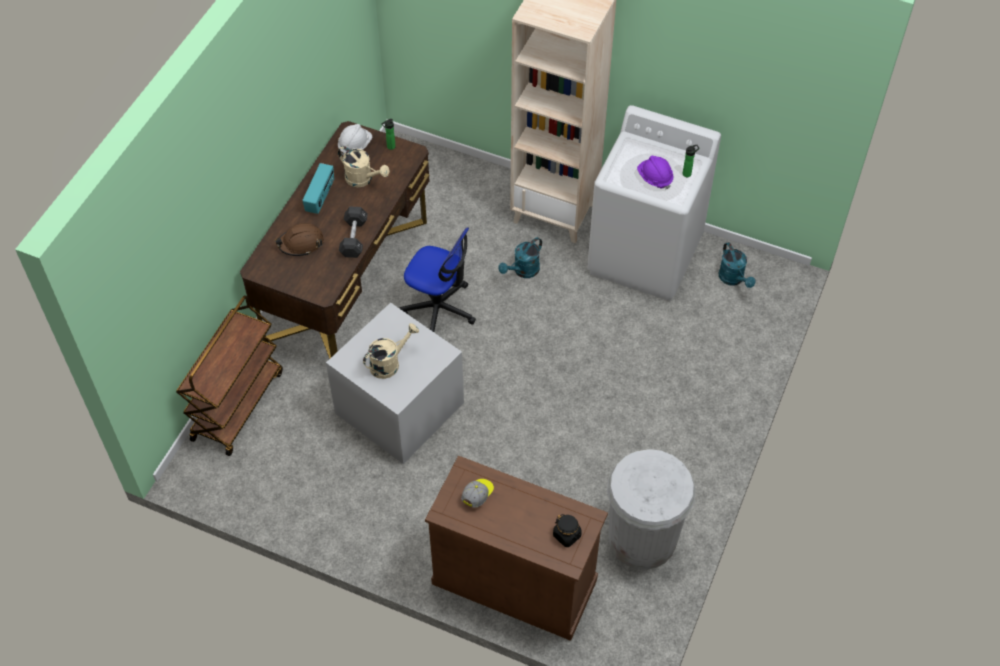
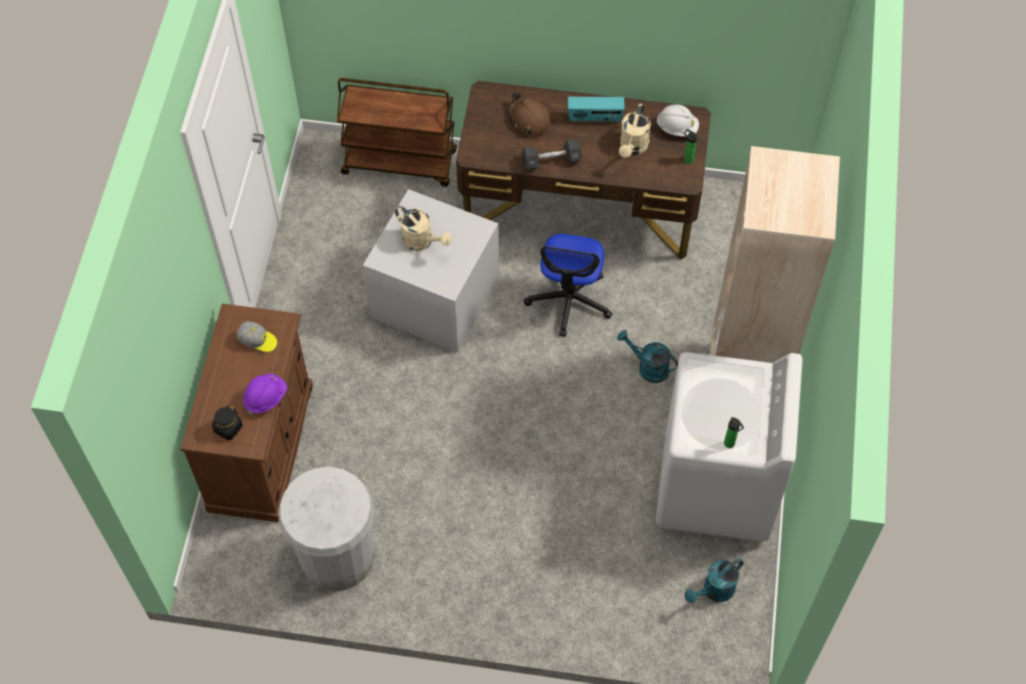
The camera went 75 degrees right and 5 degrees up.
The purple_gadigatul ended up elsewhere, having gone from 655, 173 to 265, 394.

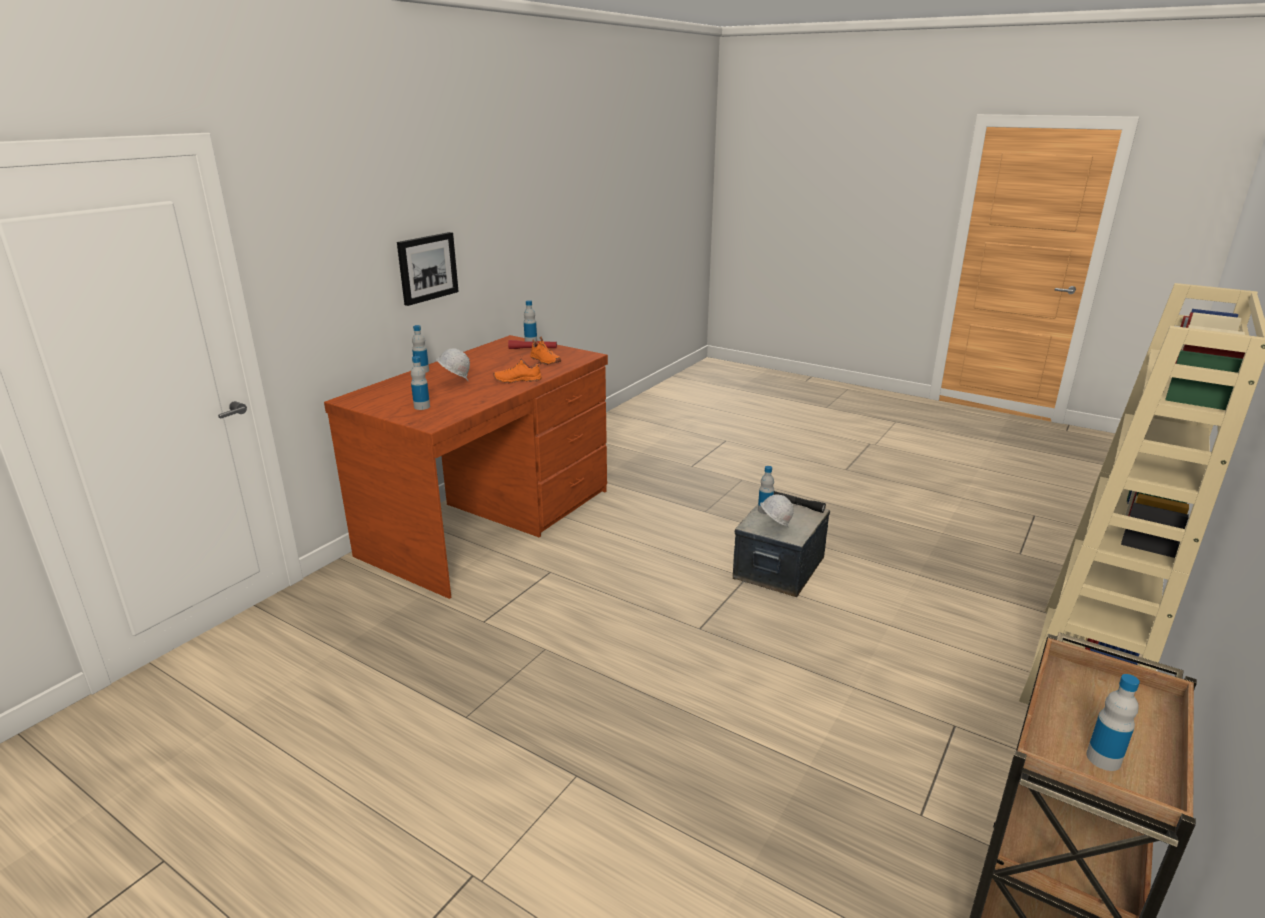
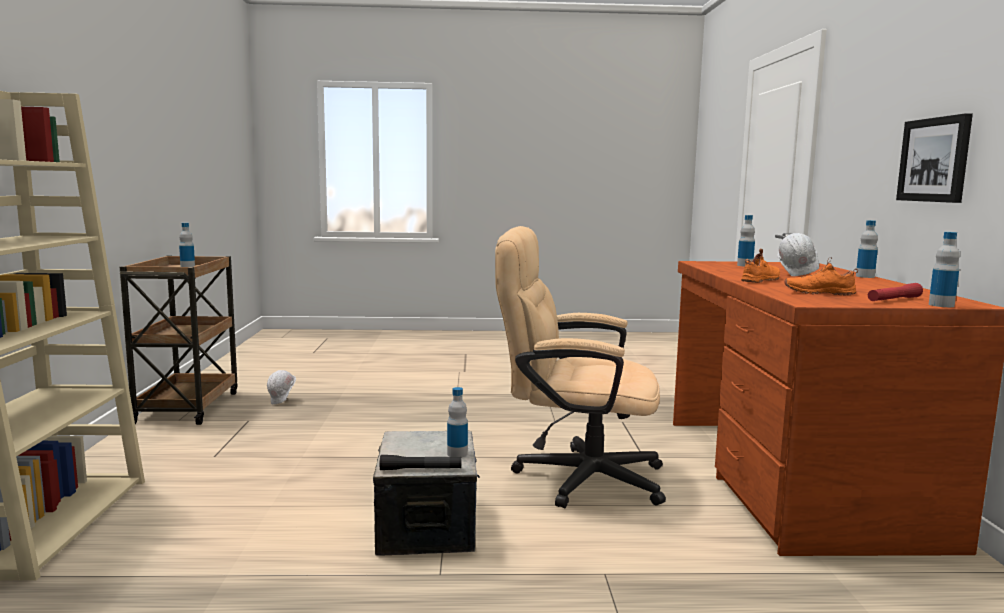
The camera went 145 degrees right and 15 degrees down.
The second view gained the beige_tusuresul at 580, 367.
The white_gadigatul ended up elsewhere, having gone from 777, 510 to 281, 387.

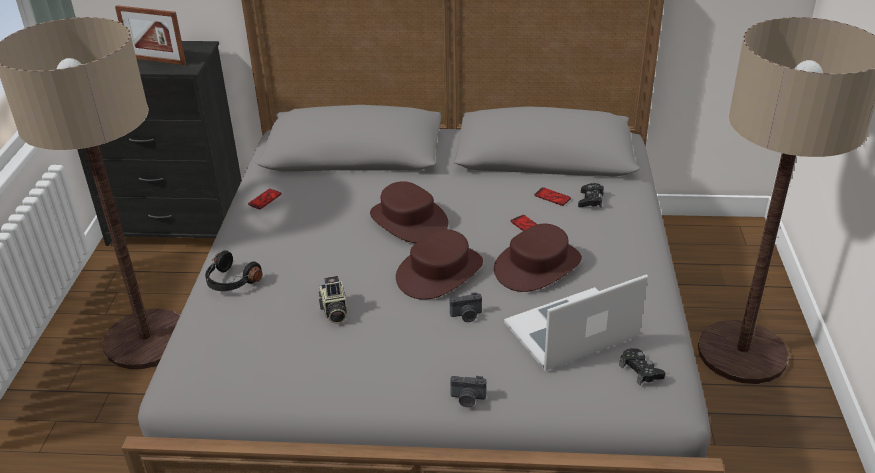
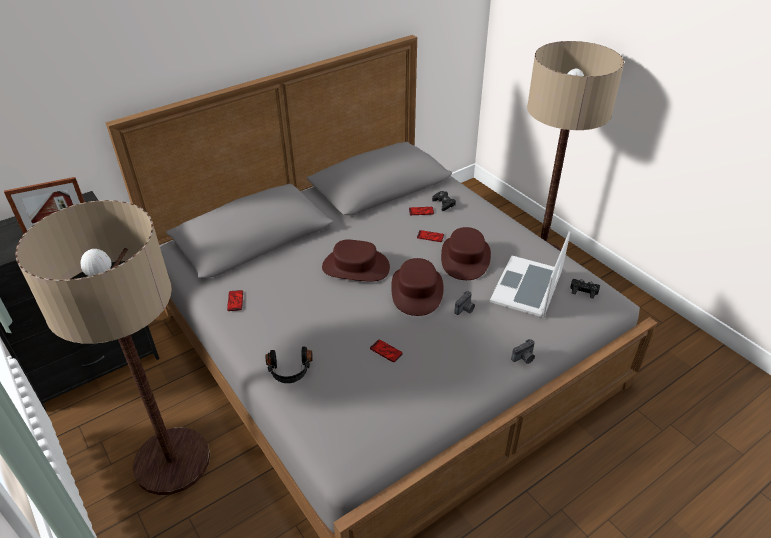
The camera went 40 degrees left and 5 degrees up.
Where the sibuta stood at 333, 300, the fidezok came to stand at 386, 350.

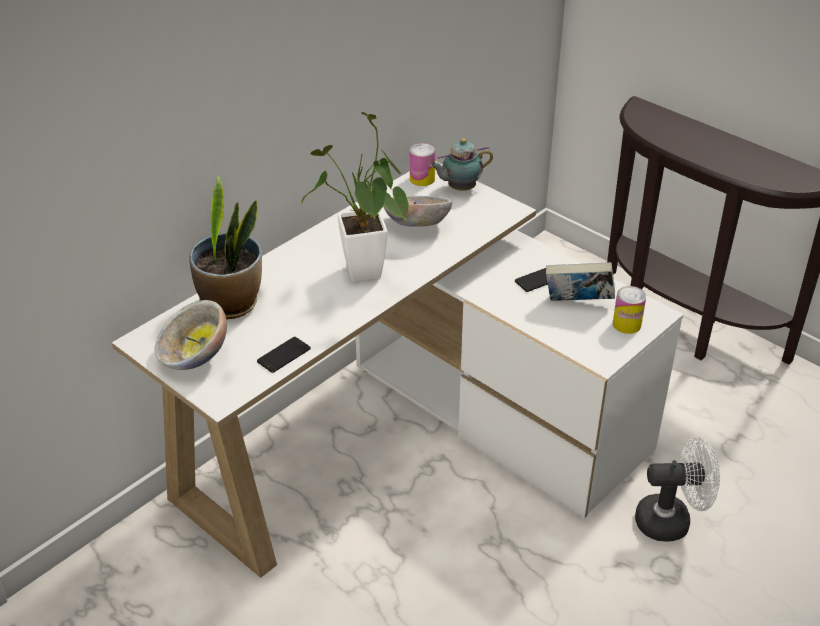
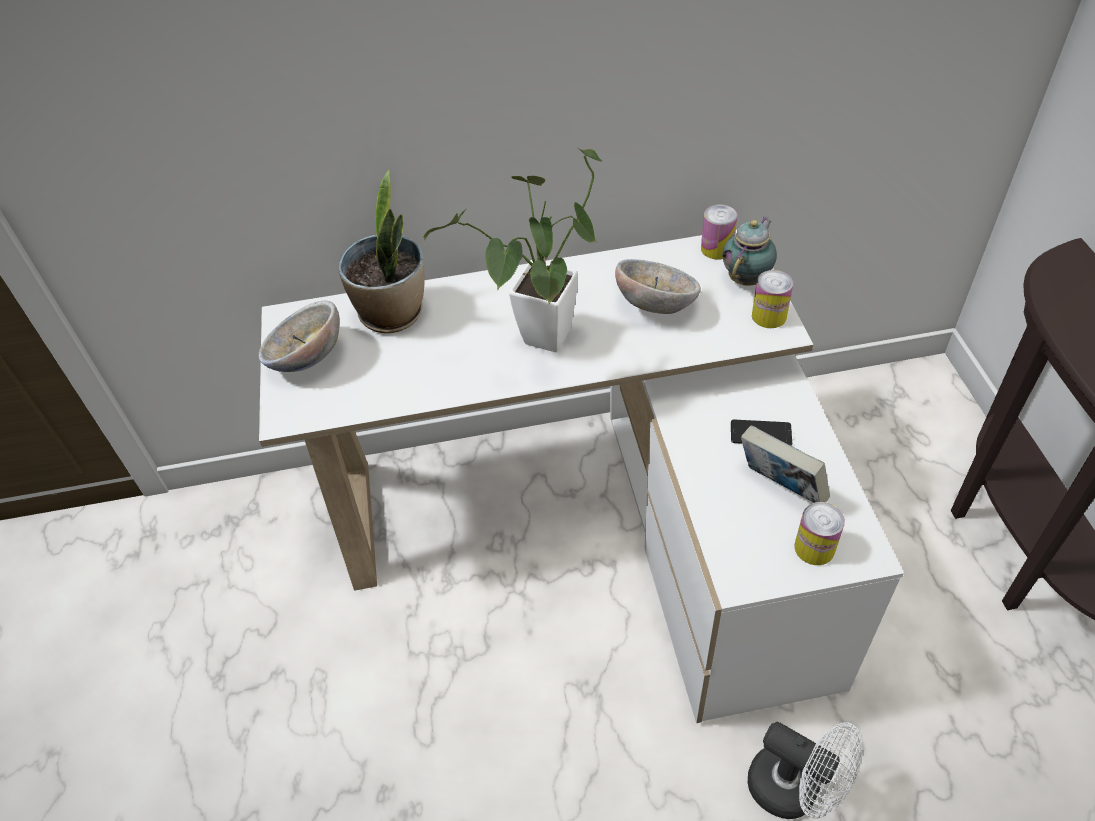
The camera went 40 degrees right and 10 degrees up.
The second view lost the fidezok at 284, 355.
The second view gained the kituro at 772, 299.
The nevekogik at 461, 164 ended up facing another way, 105 degrees clockwise from before.

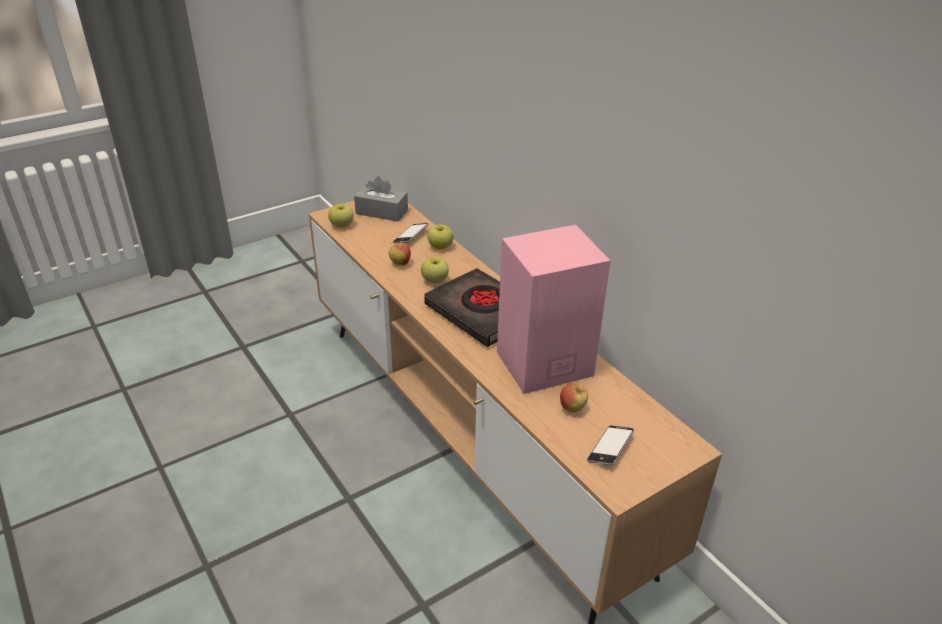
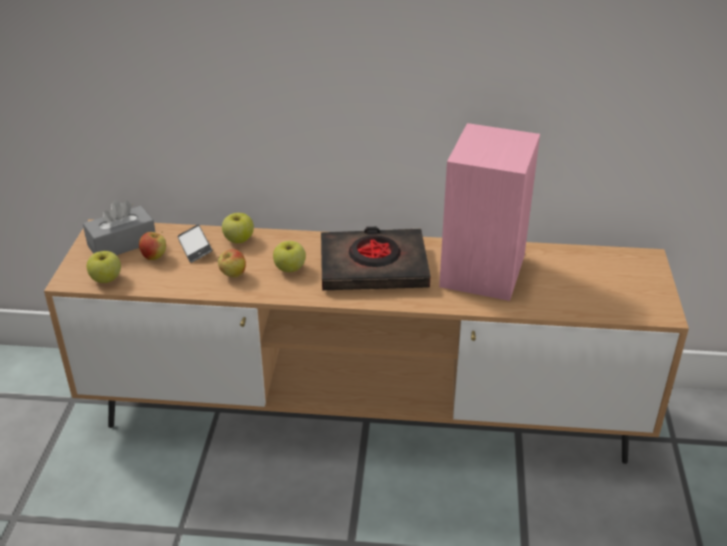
The camera went 50 degrees left and 0 degrees up.
The second view lost the fidezok at 610, 445.
The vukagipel ended up elsewhere, having gone from 574, 397 to 152, 246.

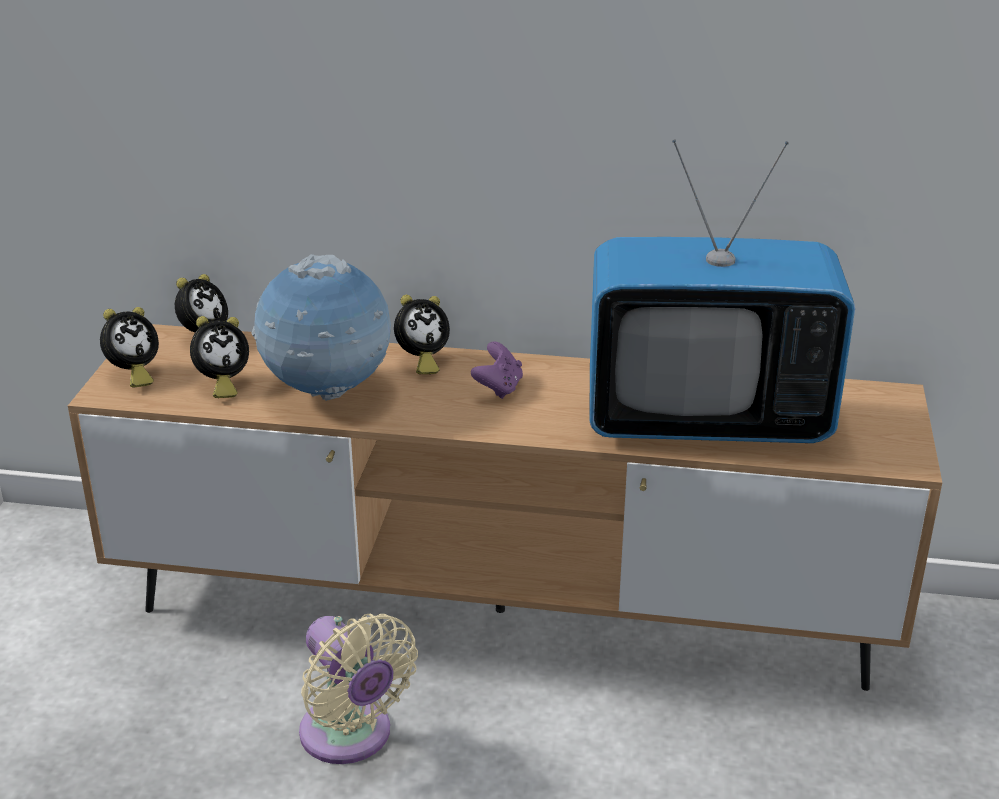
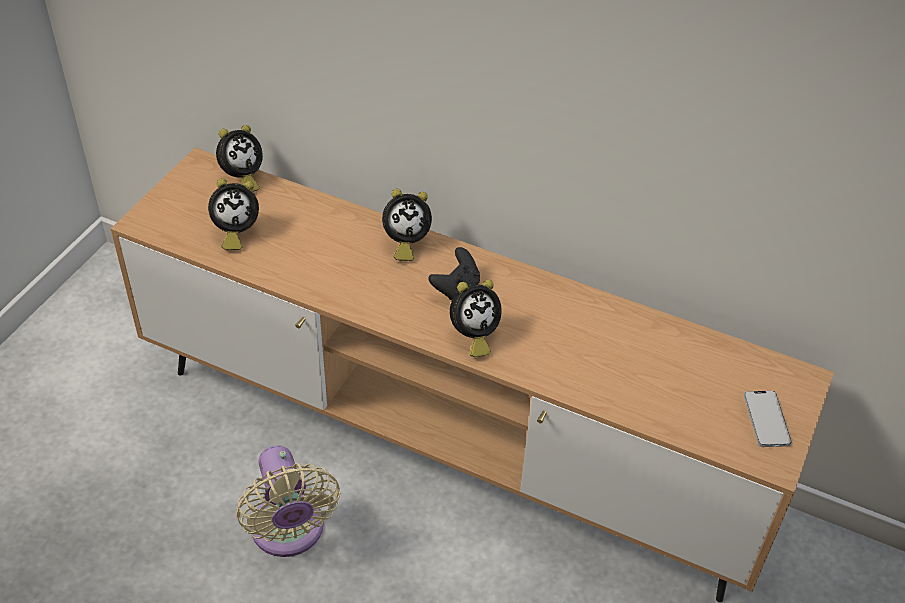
The camera went 15 degrees right and 15 degrees up.
The second view lost the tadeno at 321, 327.
The second view lost the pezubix at 722, 291.
The second view gained the fidezok at 768, 419.
The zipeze ended up elsewhere, having gone from 129, 347 to 476, 318.
What was the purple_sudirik at 497, 370 turned into the black_sudirik at 454, 273.

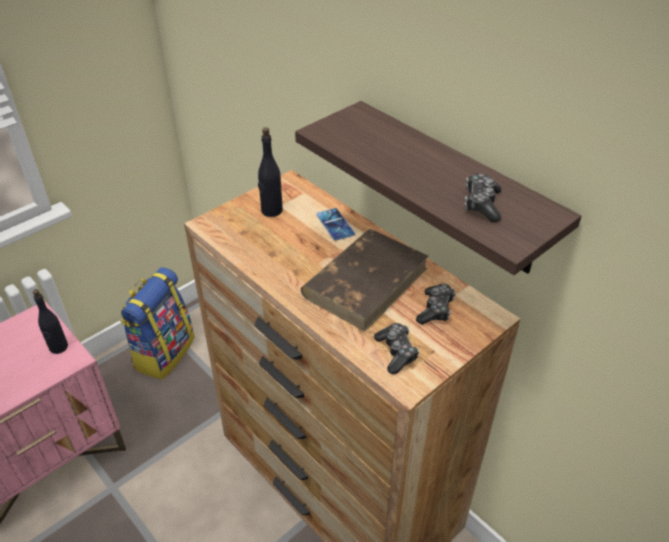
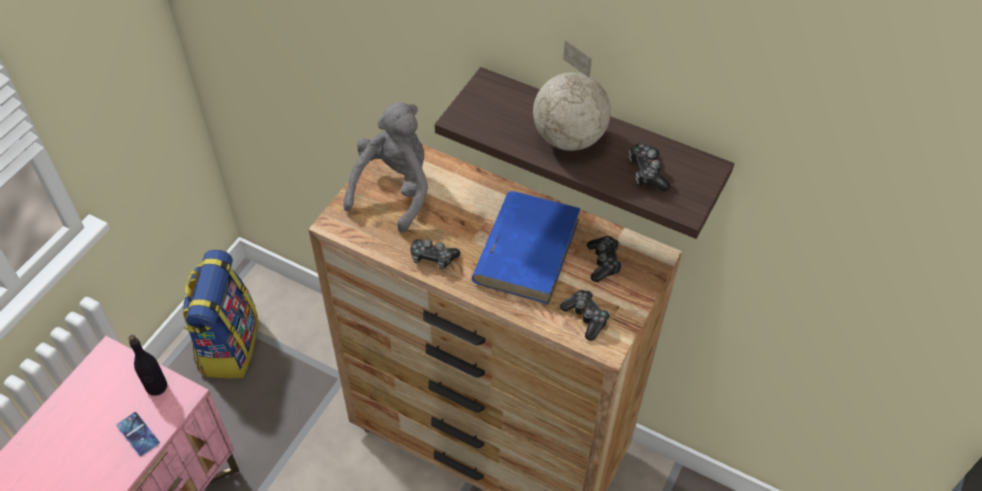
The camera went 20 degrees left and 10 degrees up.
The second view gained the sudirik at 435, 254.
The second view gained the tadeno at 572, 95.
The fidezok ended up elsewhere, having gone from 335, 224 to 138, 434.
Where the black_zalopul stood at 270, 172, the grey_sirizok came to stand at 386, 167.
What was the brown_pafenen at 365, 280 turned into the blue_pafenen at 526, 248.

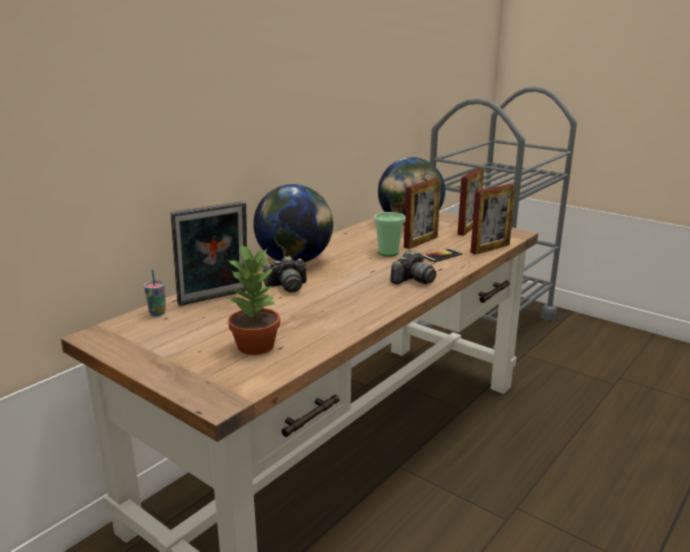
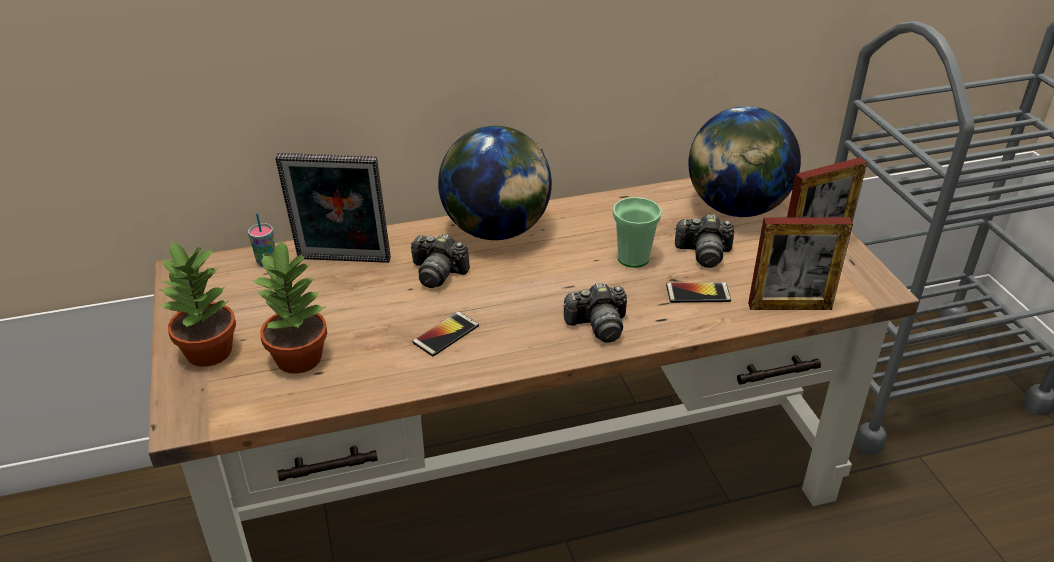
The camera went 35 degrees right and 15 degrees up.
The second view gained the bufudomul at 198, 304.
The second view gained the fidezok at 445, 333.
Where the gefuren stood at 422, 213, the sibuta came to stand at 704, 241.

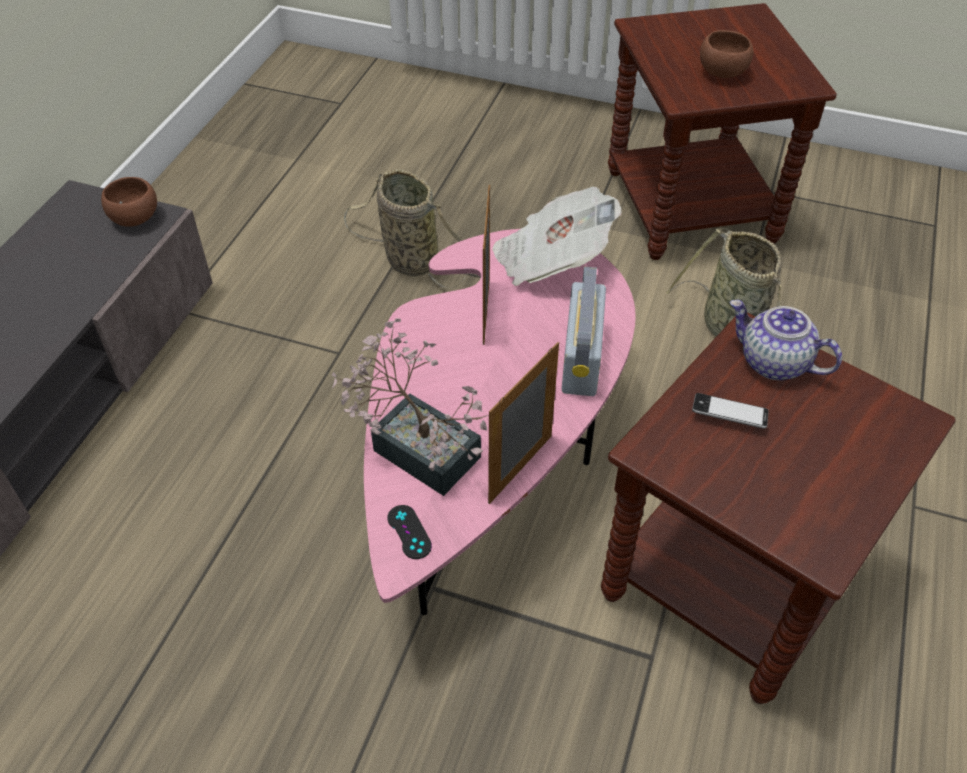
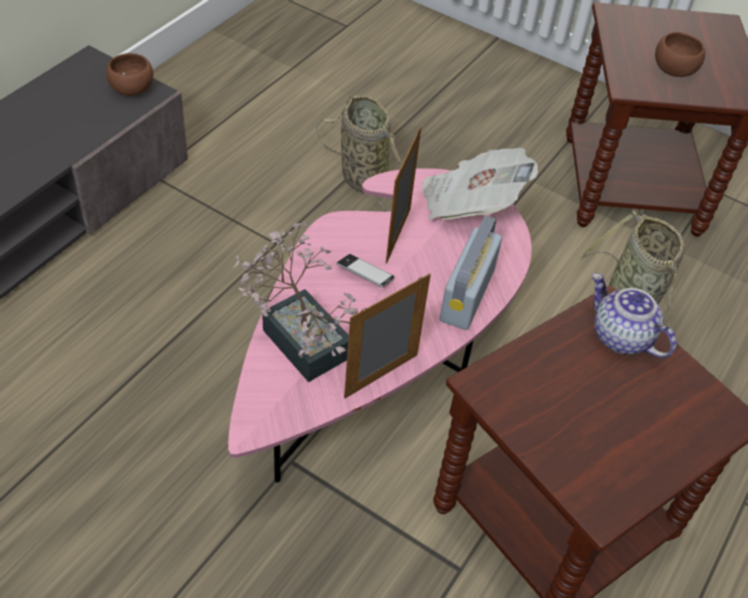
The camera went 10 degrees right and 0 degrees up.
The second view lost the black_sudirik at 409, 532.
The fidezok ended up elsewhere, having gone from 730, 411 to 366, 270.

